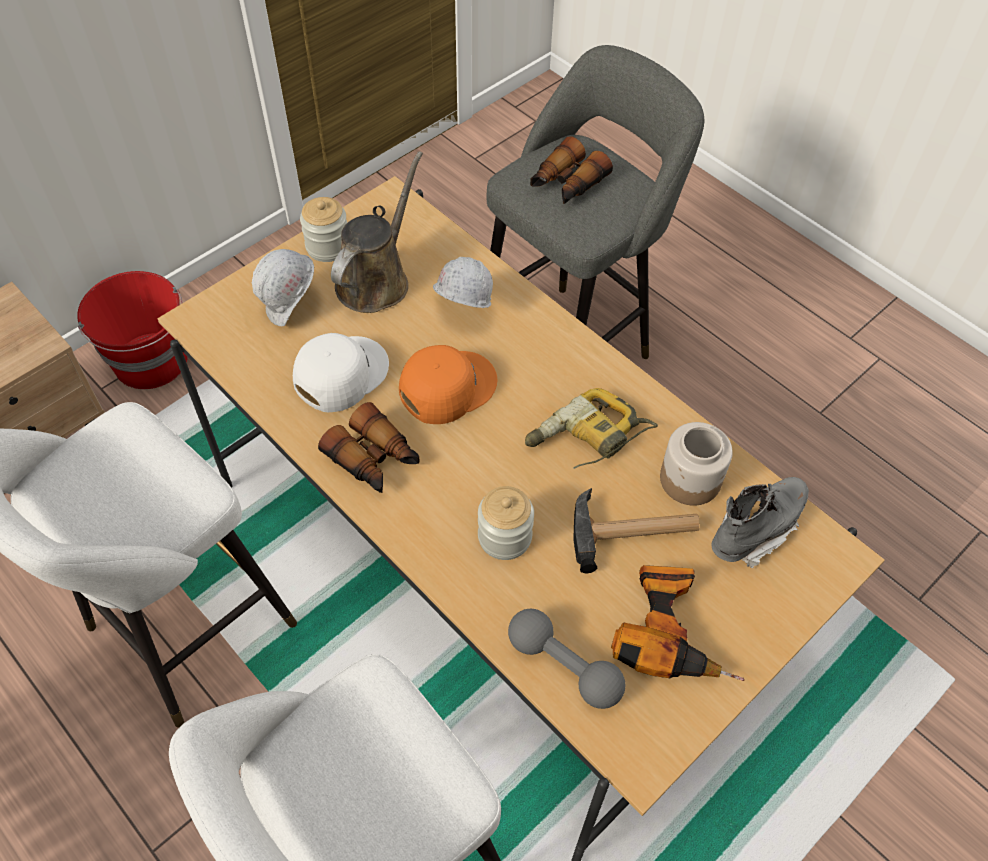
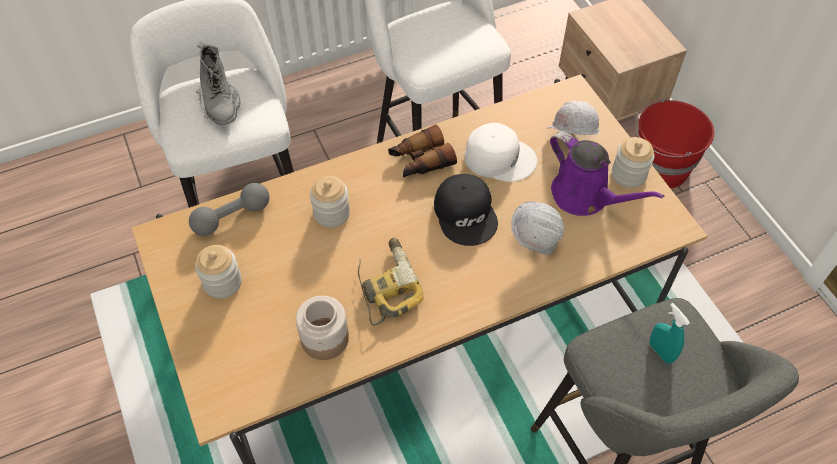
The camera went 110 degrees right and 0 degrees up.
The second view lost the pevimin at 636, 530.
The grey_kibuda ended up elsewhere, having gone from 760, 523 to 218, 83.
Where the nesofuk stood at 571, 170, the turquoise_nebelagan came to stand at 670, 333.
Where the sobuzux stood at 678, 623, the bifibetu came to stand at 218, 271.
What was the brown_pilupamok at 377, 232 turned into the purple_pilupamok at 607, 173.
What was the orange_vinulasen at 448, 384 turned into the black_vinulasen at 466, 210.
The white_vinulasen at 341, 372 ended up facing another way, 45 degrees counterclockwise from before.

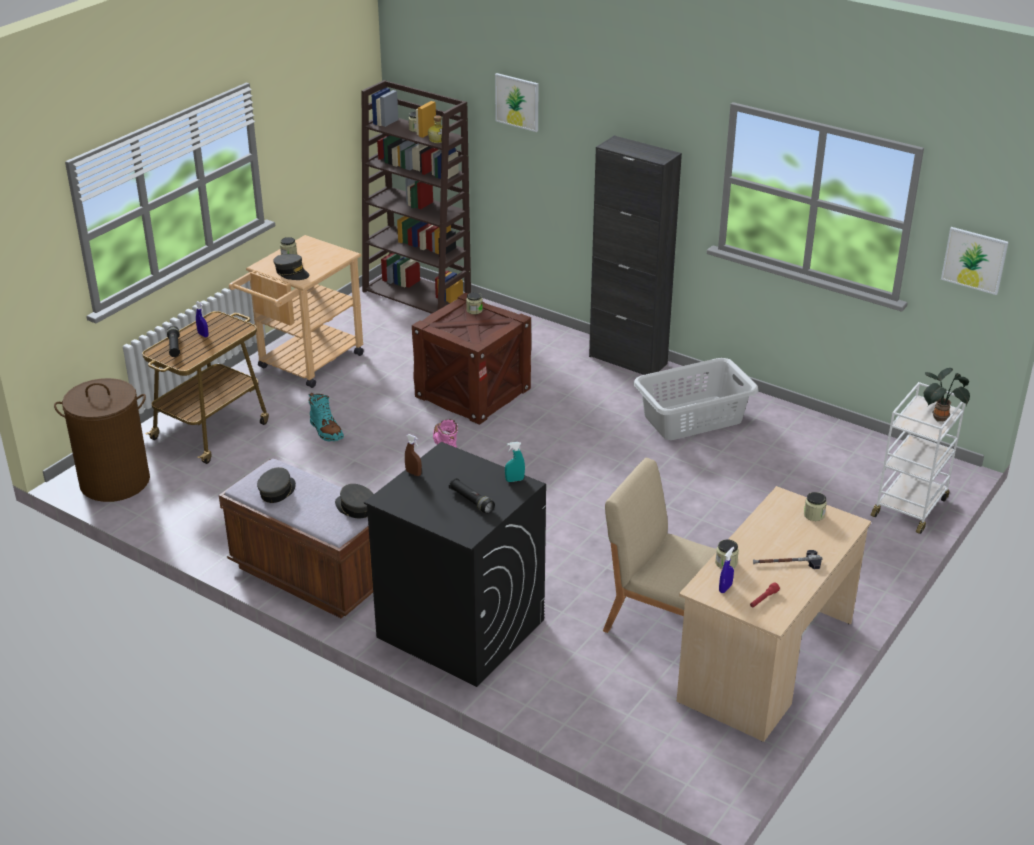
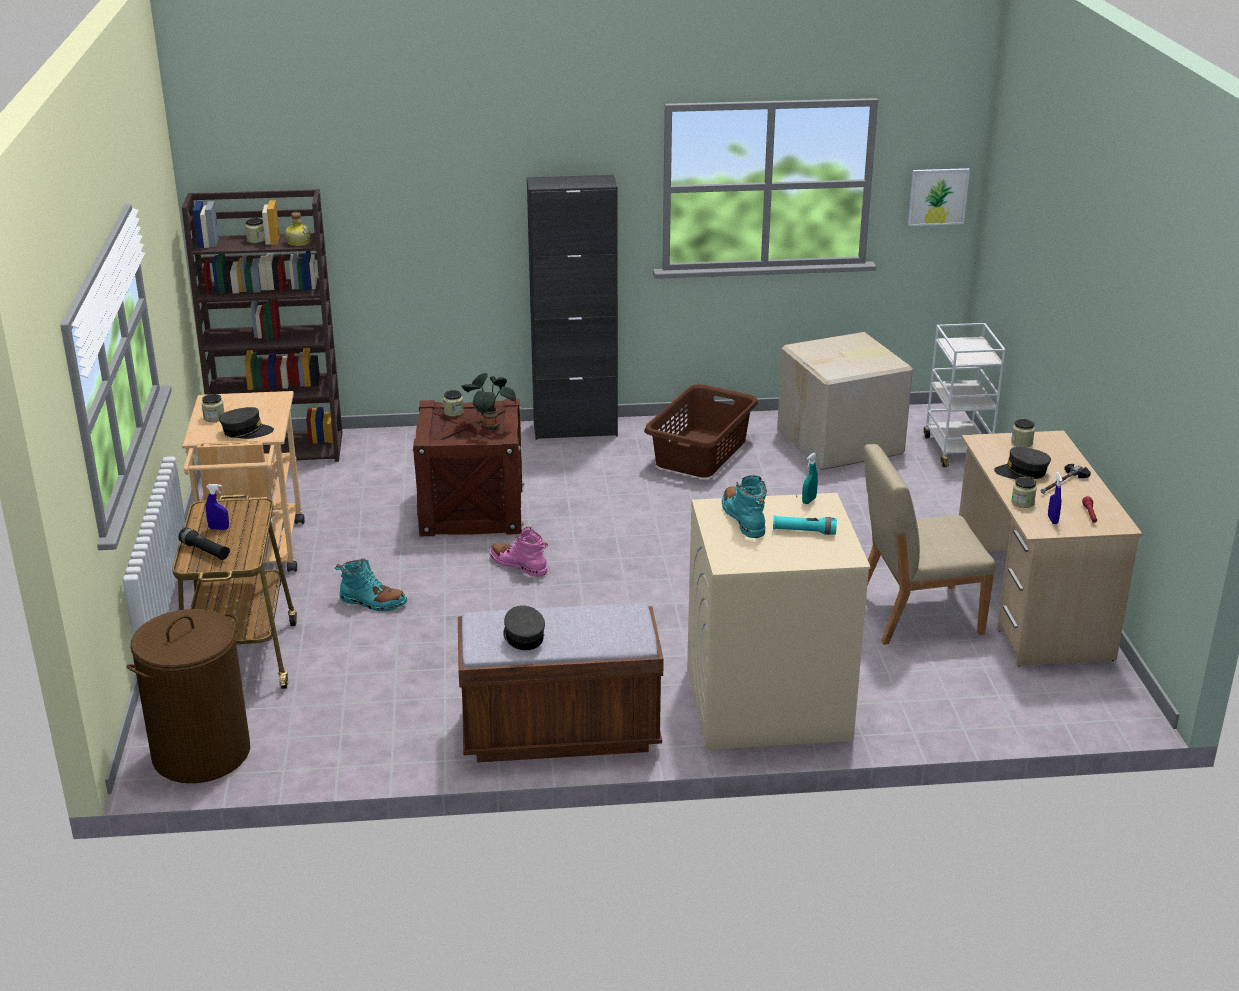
The camera went 40 degrees left and 5 degrees down.
The second view lost the brown_nebelagan at 413, 455.
The second view lost the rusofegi at 517, 102.
The second view gained the turquoise_kibuda at 744, 506.
The second view gained the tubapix at 845, 401.
The grey_vinulasen ended up elsewhere, having gone from 354, 501 to 1022, 463.
The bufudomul ended up elsewhere, having gone from 947, 394 to 489, 402.
What was the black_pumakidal at 455, 564 turned into the beige_pumakidal at 778, 621.
What was the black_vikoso at 472, 496 turned into the turquoise_vikoso at 805, 525.
What was the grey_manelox at 695, 399 turned into the brown_manelox at 701, 431.

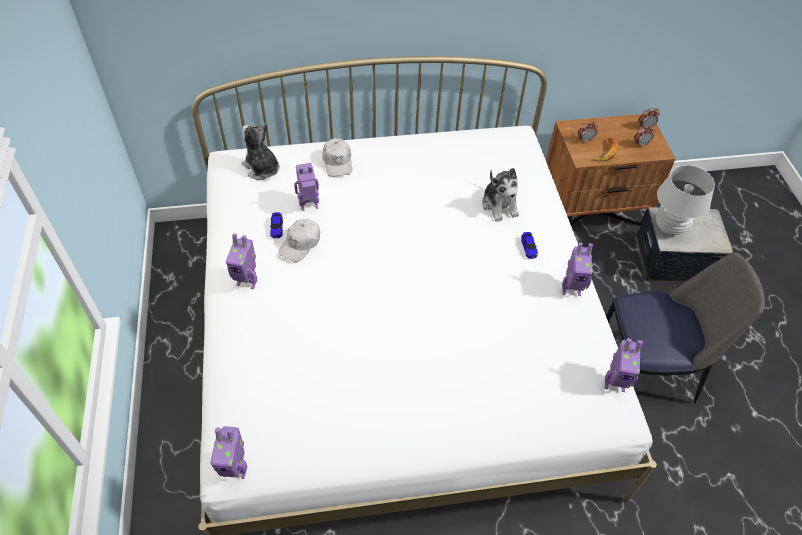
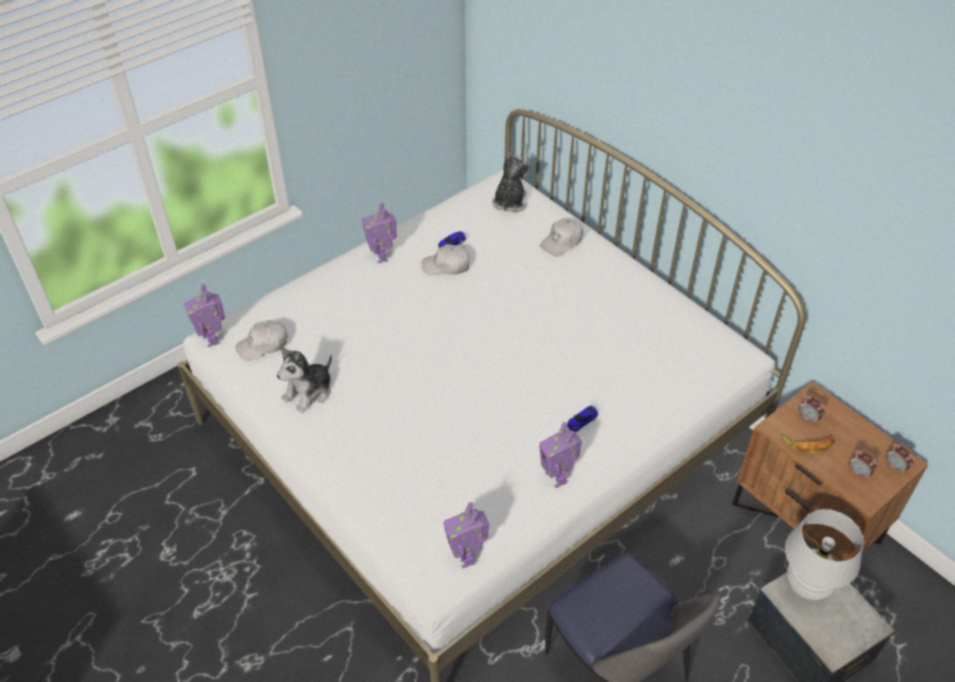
The camera went 60 degrees right and 5 degrees down.
The second view lost the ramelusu at 306, 187.
The second view gained the white_vinulasen at 261, 340.
The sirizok ended up elsewhere, having gone from 500, 195 to 304, 380.

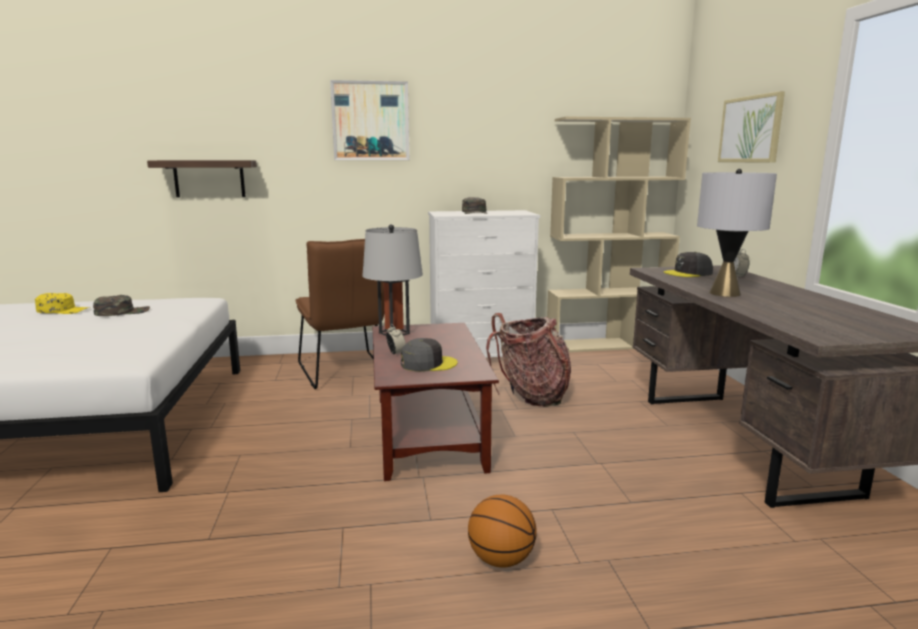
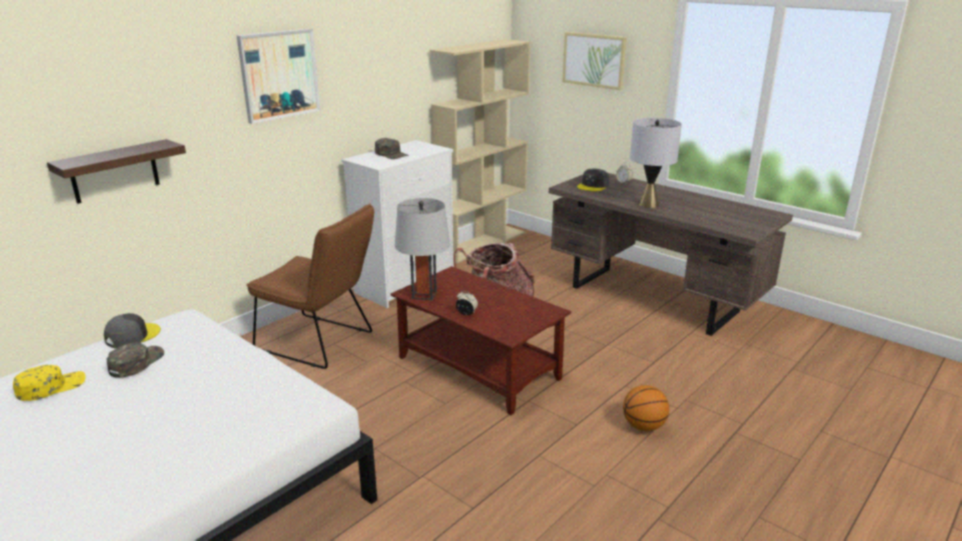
The camera went 40 degrees left and 10 degrees up.
The grey_vinulasen ended up elsewhere, having gone from 429, 354 to 132, 331.

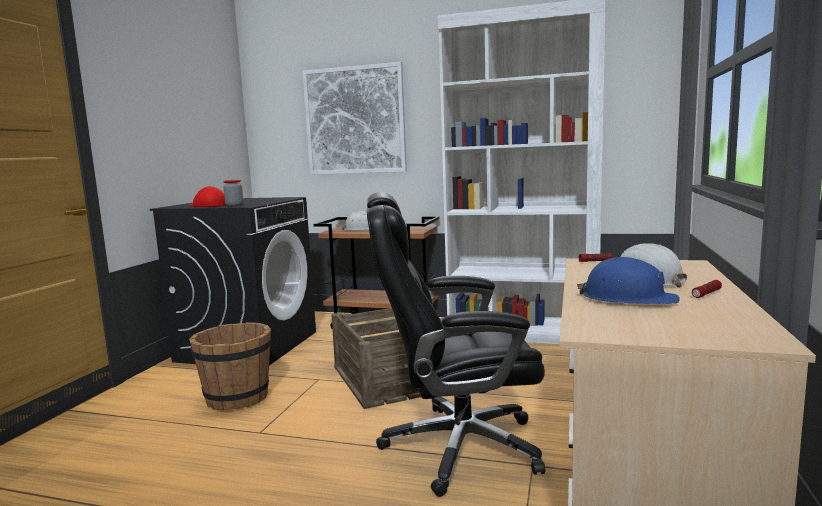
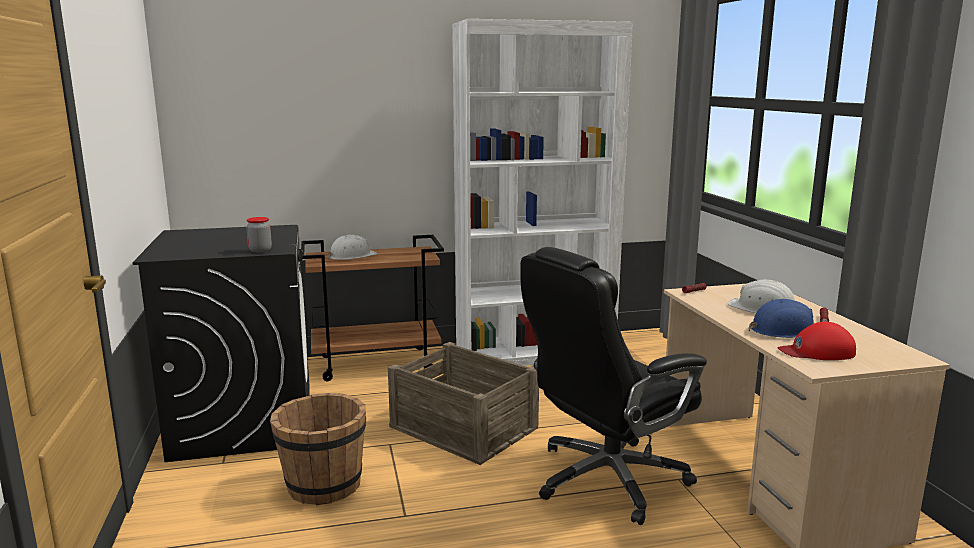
The camera went 30 degrees left and 5 degrees up.
The second view lost the rusofegi at 354, 118.
The red_vinulasen ended up elsewhere, having gone from 207, 196 to 817, 341.

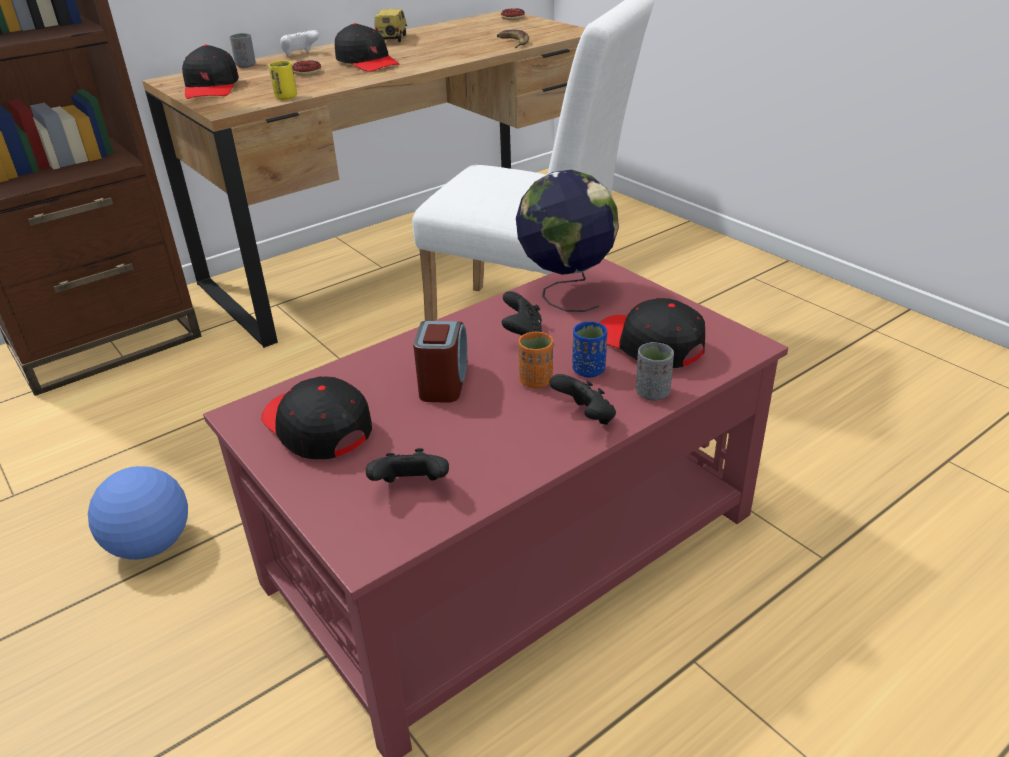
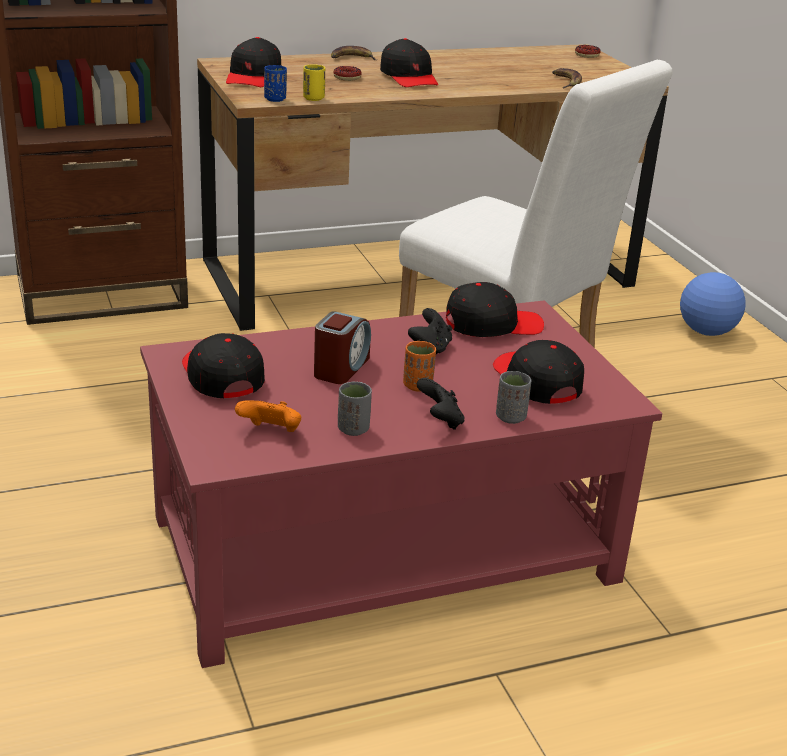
The camera went 15 degrees right and 5 degrees down.
The second view lost the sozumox at 391, 25.
The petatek ended up elsewhere, having gone from 138, 513 to 712, 304.
The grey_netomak ended up elsewhere, having gone from 243, 50 to 355, 409.
The blue_netomak ended up elsewhere, having gone from 589, 349 to 275, 83.
Where the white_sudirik stood at 299, 43, the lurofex came to stand at 353, 53.
Where the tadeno stood at 567, 241, the black_vinulasen came to stand at 495, 309.
What was the black_sudirik at 407, 465 turned into the orange_sudirik at 268, 416.

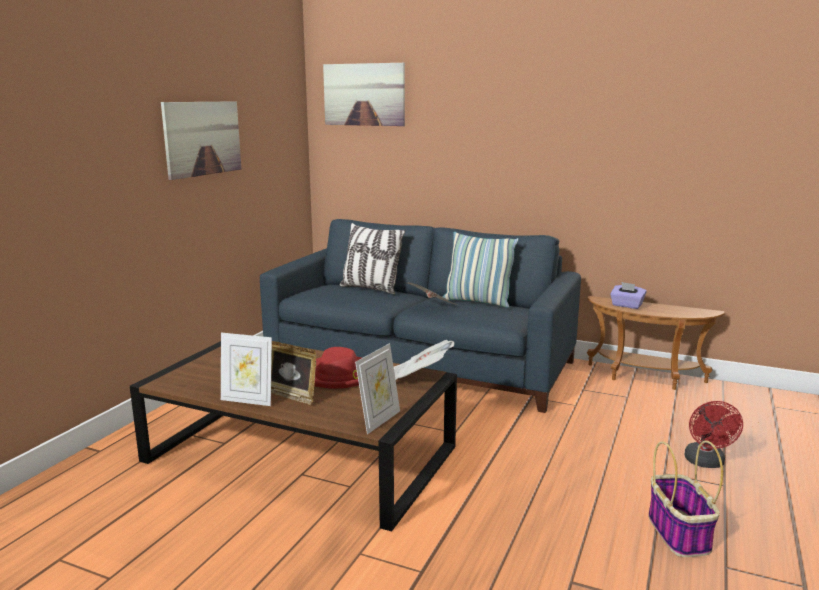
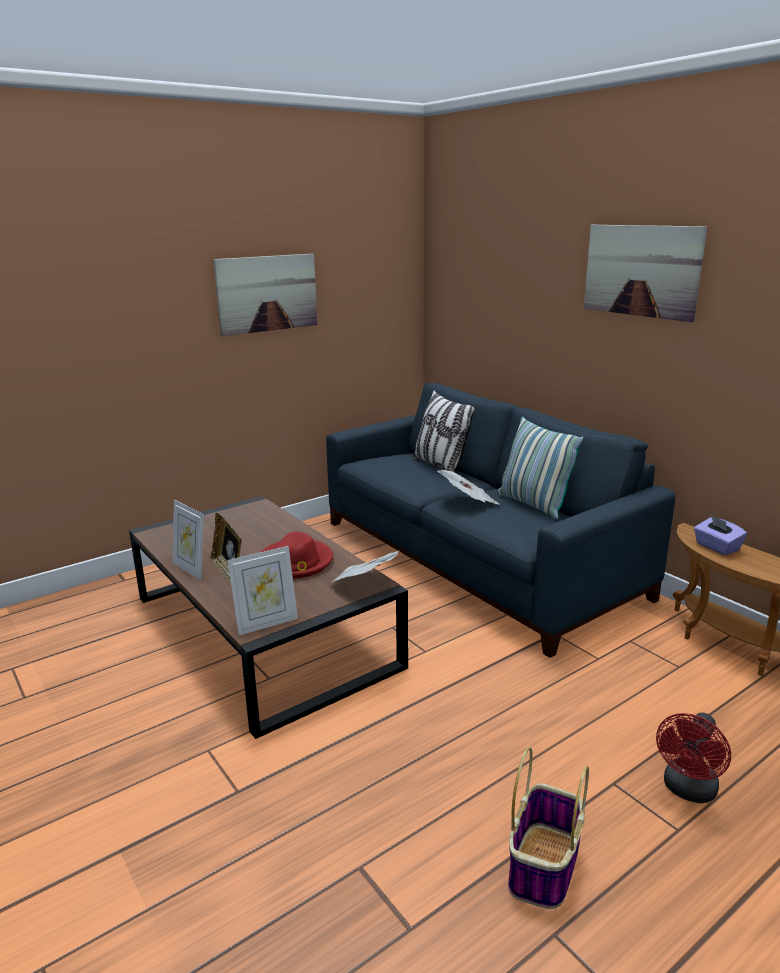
The camera went 30 degrees right and 5 degrees up.
The rusofegi ended up elsewhere, having gone from 364, 94 to 645, 273.

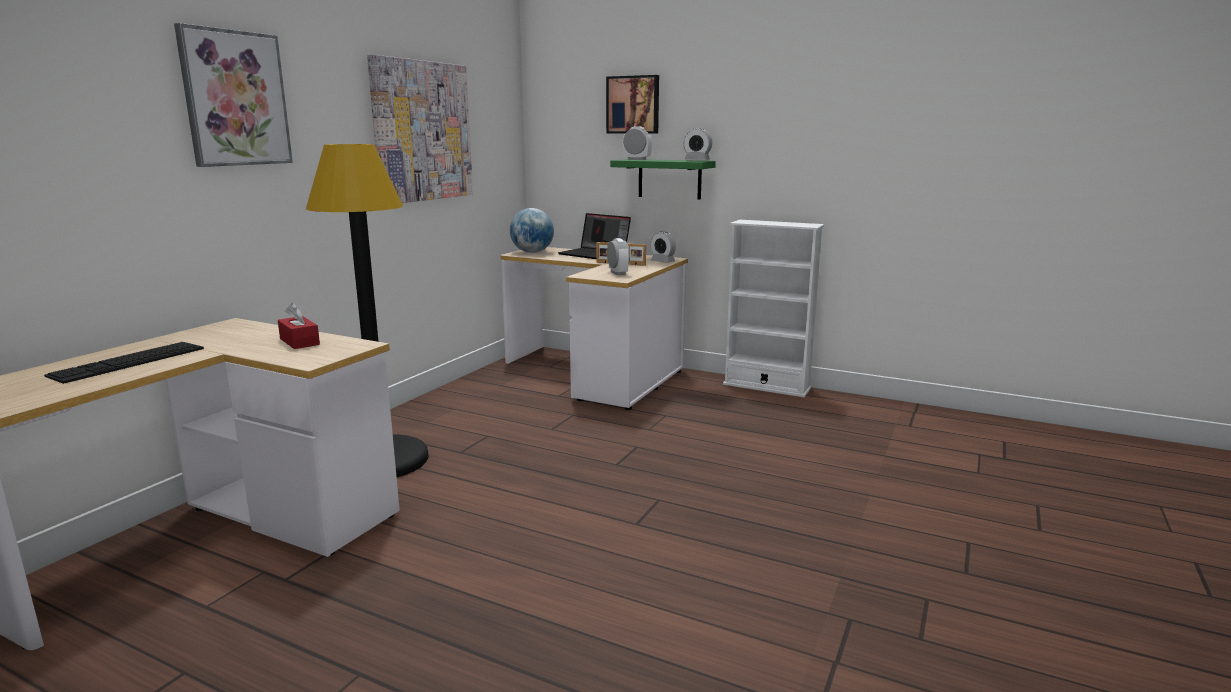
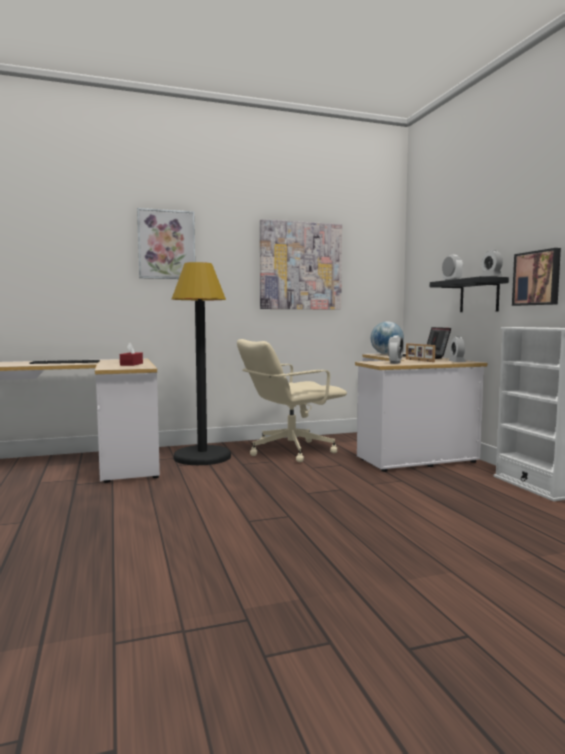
The camera went 45 degrees right and 10 degrees down.
The second view gained the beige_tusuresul at 292, 400.
The rusofegi ended up elsewhere, having gone from 632, 104 to 536, 277.
What was the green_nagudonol at 663, 179 turned into the black_nagudonol at 469, 294.

